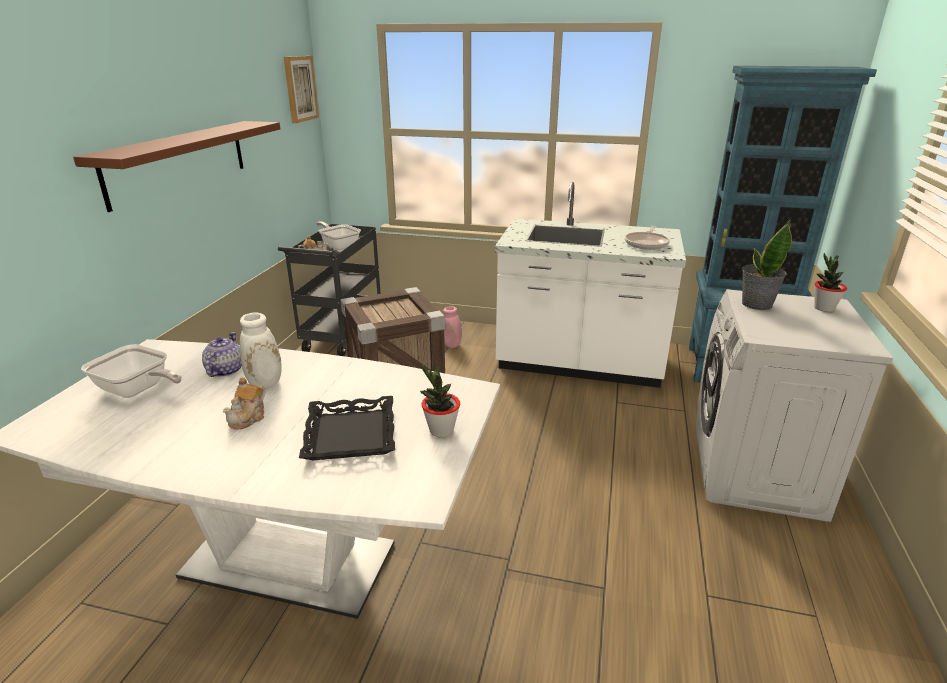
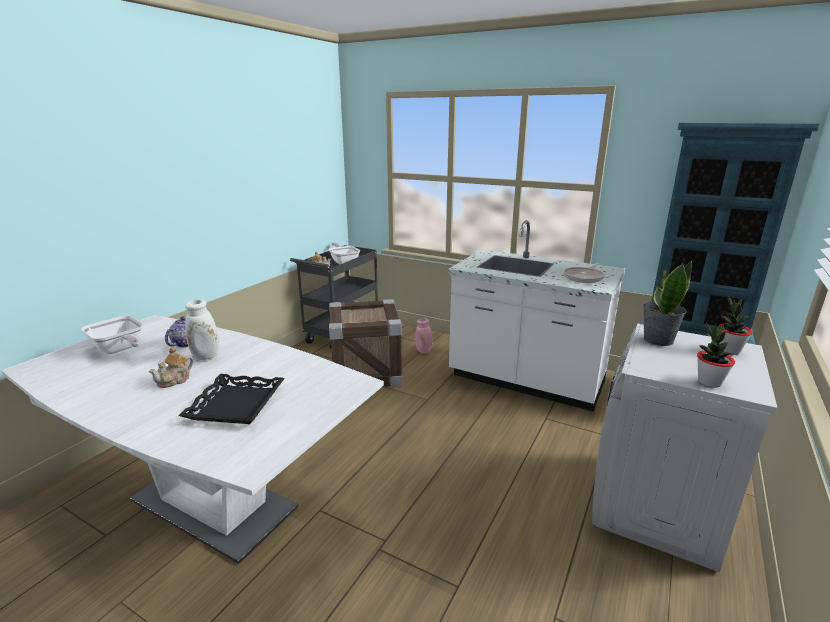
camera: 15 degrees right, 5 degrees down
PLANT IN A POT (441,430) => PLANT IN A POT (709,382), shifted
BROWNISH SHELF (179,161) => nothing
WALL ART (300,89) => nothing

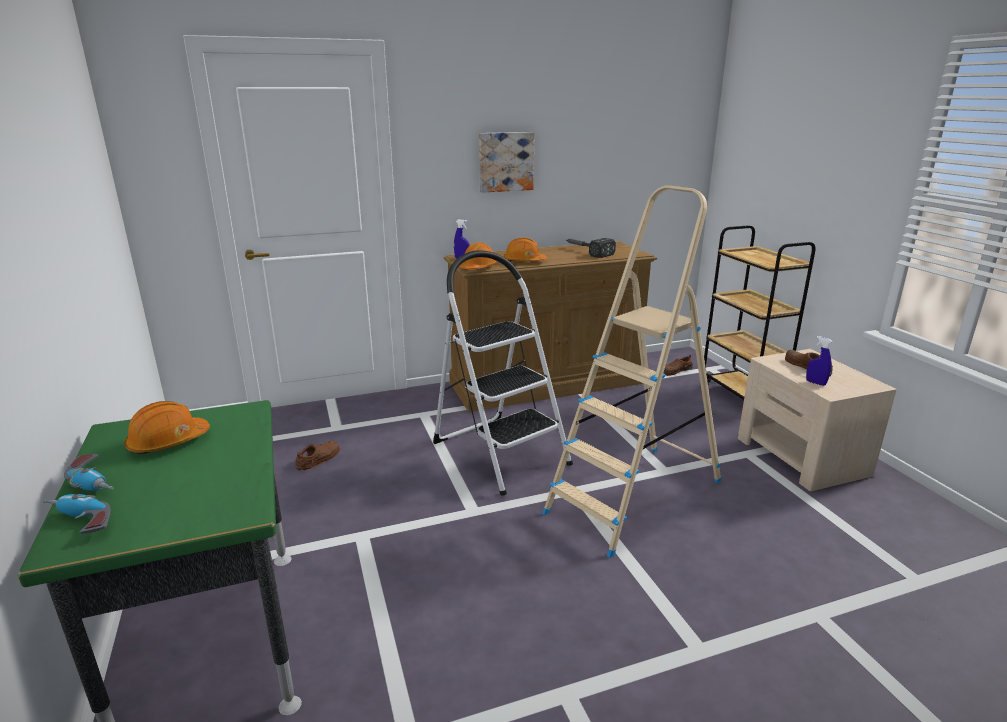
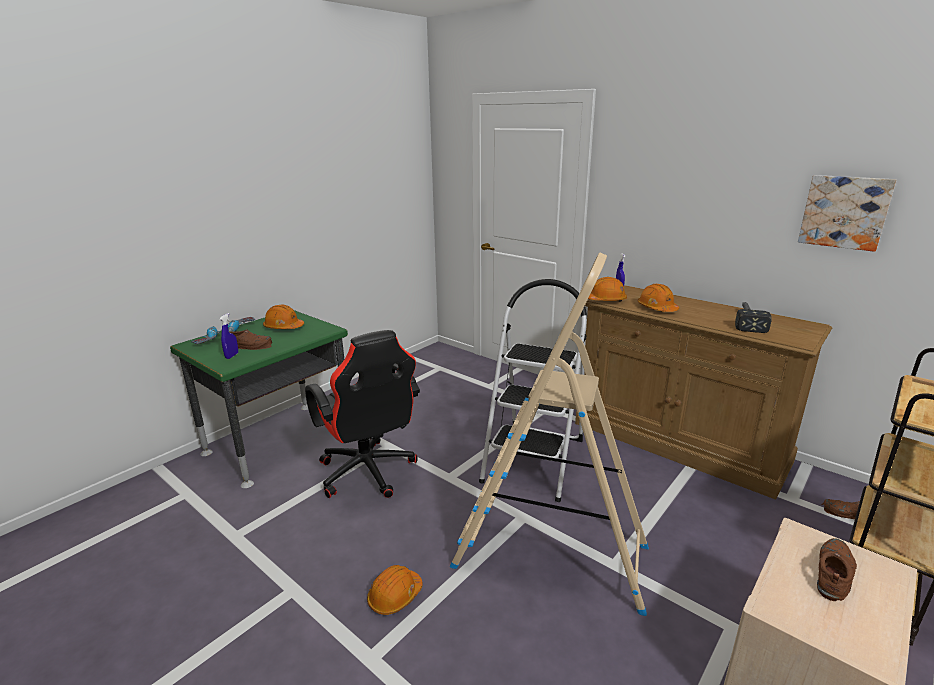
camera: 60 degrees right, 0 degrees up
BLUE-COLOURED SPRAY BOTTLE (815,383) => BLUE-COLOURED SPRAY BOTTLE (232,356), shifted
BROWNISH LOW SHOE (318,458) => BROWNISH LOW SHOE (249,345), shifted
nothing => BLACK COMPUTER CHAIR (369,476)
nothing => ORANGEY HARD HAT (395,596)
WALL ART (505,161) => WALL ART (845,212), shifted

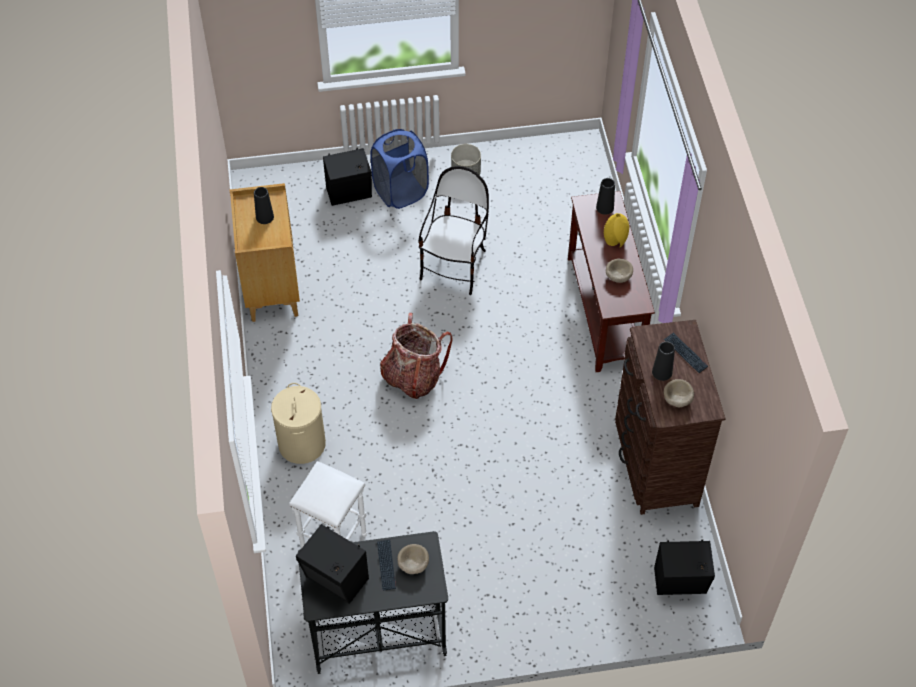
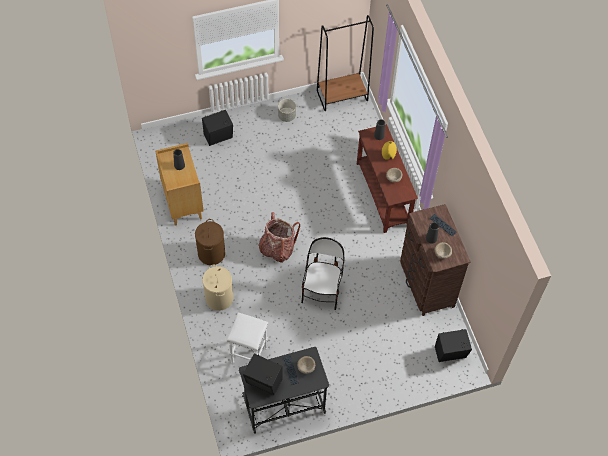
camera: 10 degrees left, 5 degrees up
nothing => BROWNISH WASHING BASKET (211,253)
UPRIGHT CHAIR (455,267) => UPRIGHT CHAIR (322,291), shifted
nothing => GARMENT STAND (342,96)
BLUE-COLOURED WASHING BASKET (400,192) => nothing

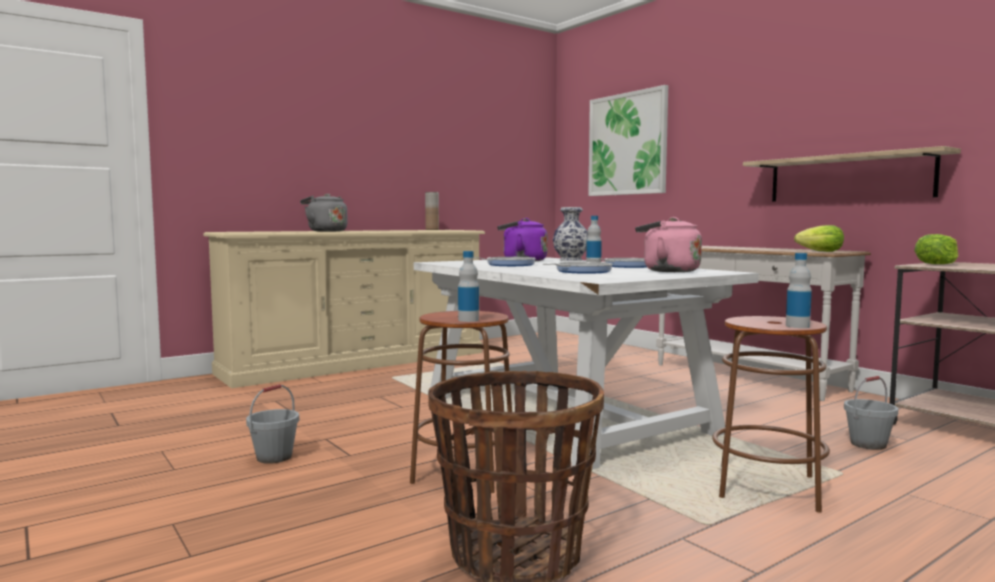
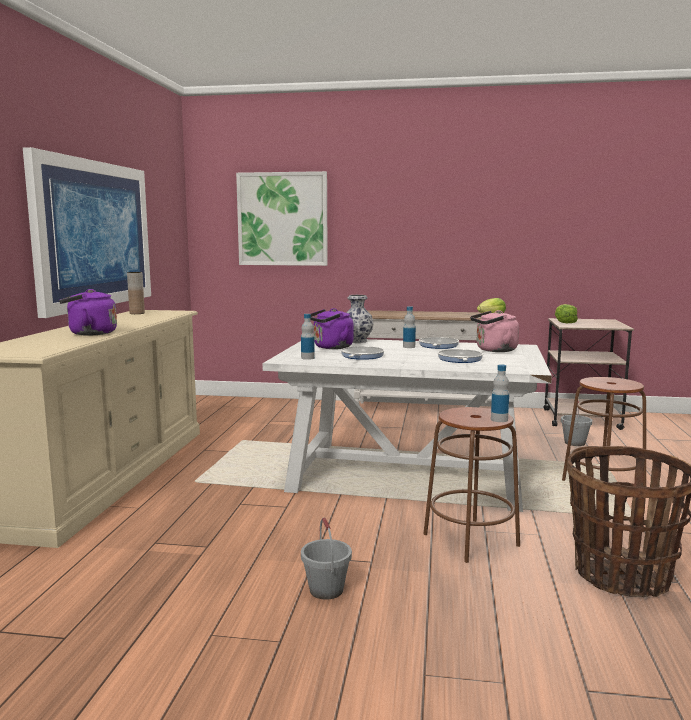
camera: 45 degrees left, 5 degrees up
nothing => WALL ART (94,234)
GREYISH WATER KETTLE (325,231) => PURPLE WATER KETTLE (89,333)
BOTTLE (797,326) => BOTTLE (307,358), shifted
SHELF (848,178) => nothing

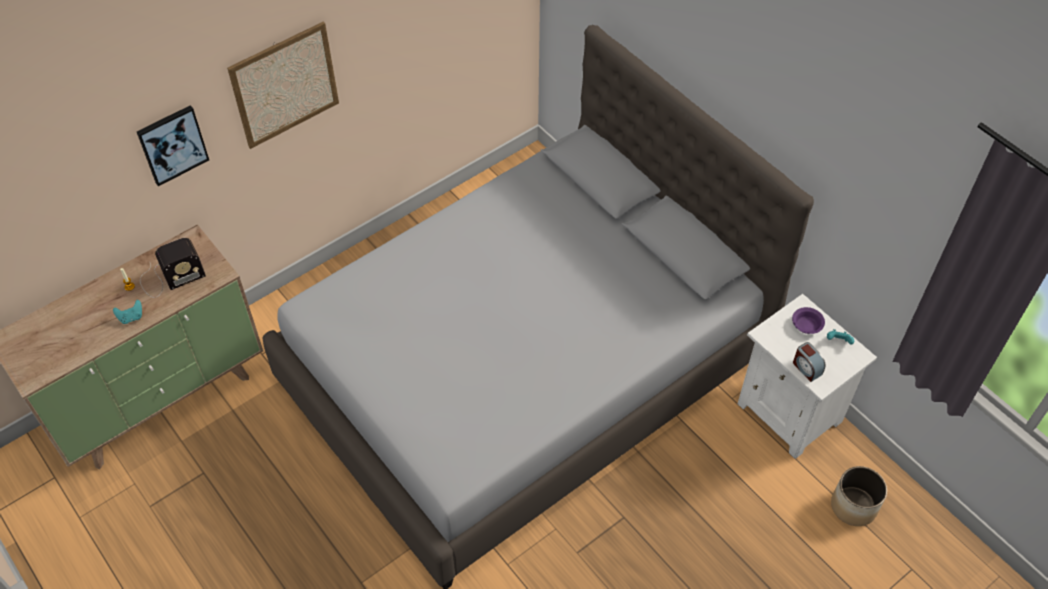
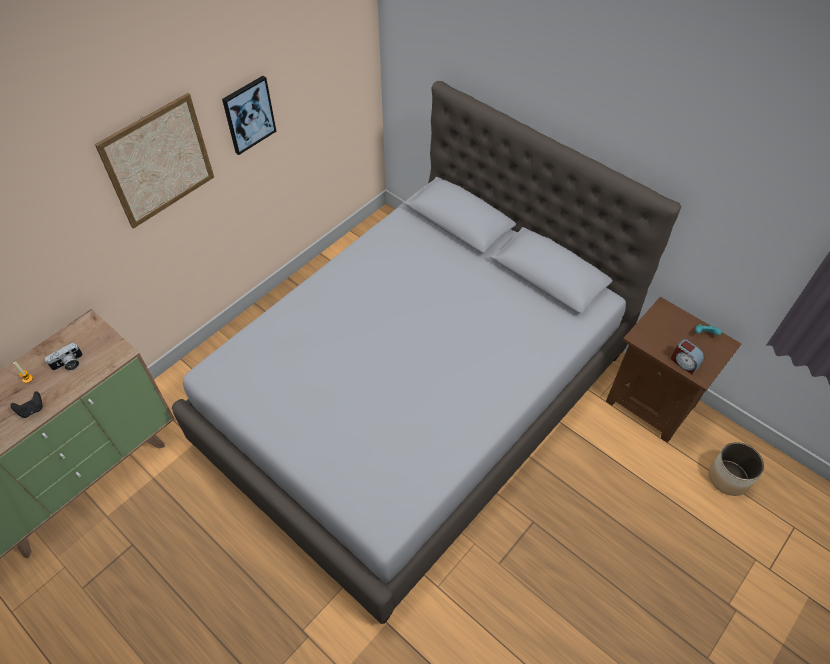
camera: 10 degrees left, 0 degrees up
BLUE-GREEN GAME CONTROLLER (131,317) => BLACK GAME CONTROLLER (32,410)
RADIO SET (170,277) => STILL CAMERA (68,364)
WALL ART (172,144) => WALL ART (248,114), shifted
WHITE NIGHTSTAND (788,415) => BROWNISH NIGHTSTAND (651,404)
PURPLE DEEP DISH (806,325) => nothing

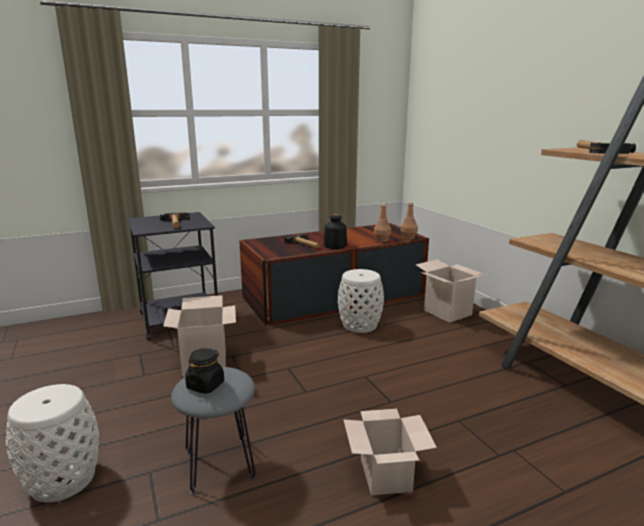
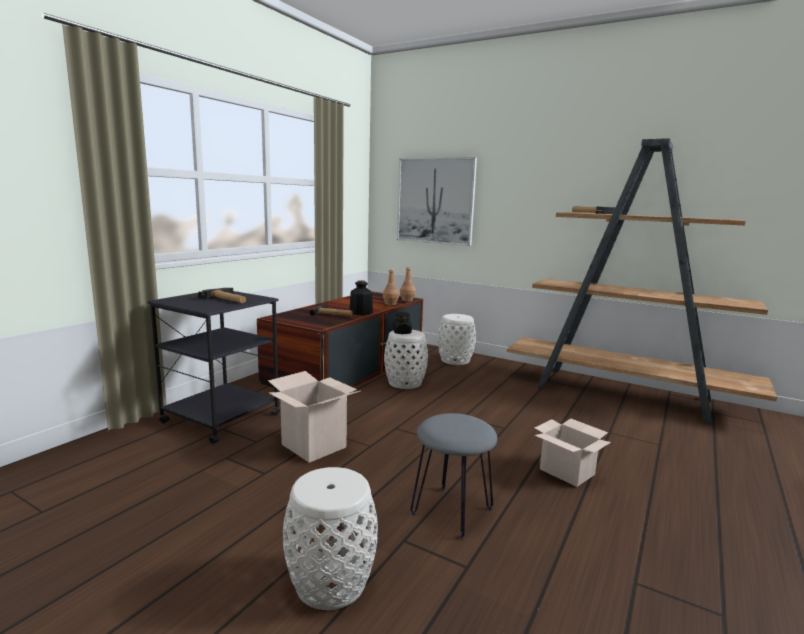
camera: 35 degrees left, 5 degrees down
BLACK PRESERVE JAR (205,385) => BLACK PRESERVE JAR (402,332), shifted
nothing => WALL ART (435,201)
PACKING BOX (447,312) => WHITE STOOL (455,360)

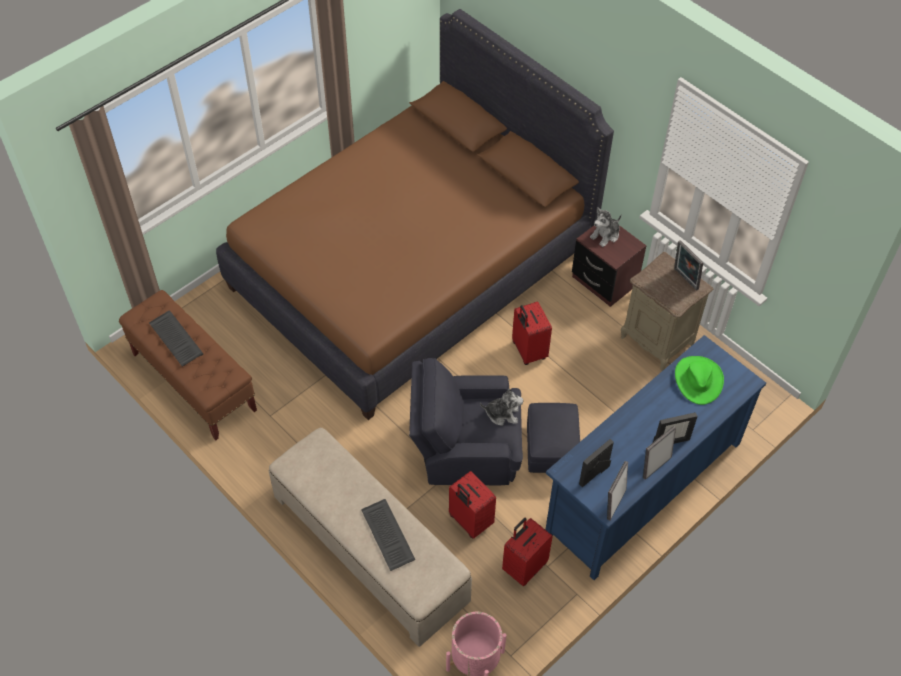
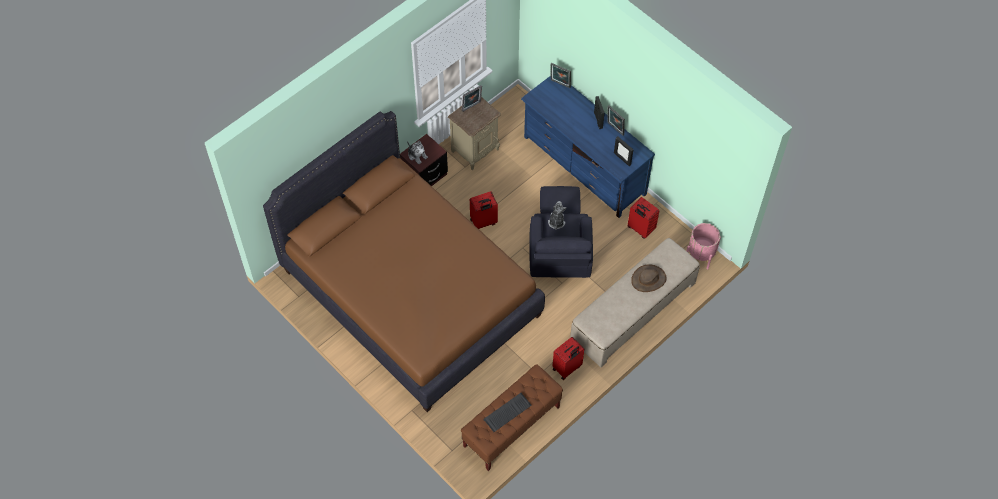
camera: 90 degrees left, 5 degrees up
STANDING FRAME (614,503) => STANDING FRAME (560,84), shifted
RED TRAVEL CASE (469,521) => RED TRAVEL CASE (567,368), shifted
COMPUTER KEYBOARD (386,535) => BROWNISH WEARABLE HAT (648,279)
GREEN WEARABLE HAT (698,380) => nothing

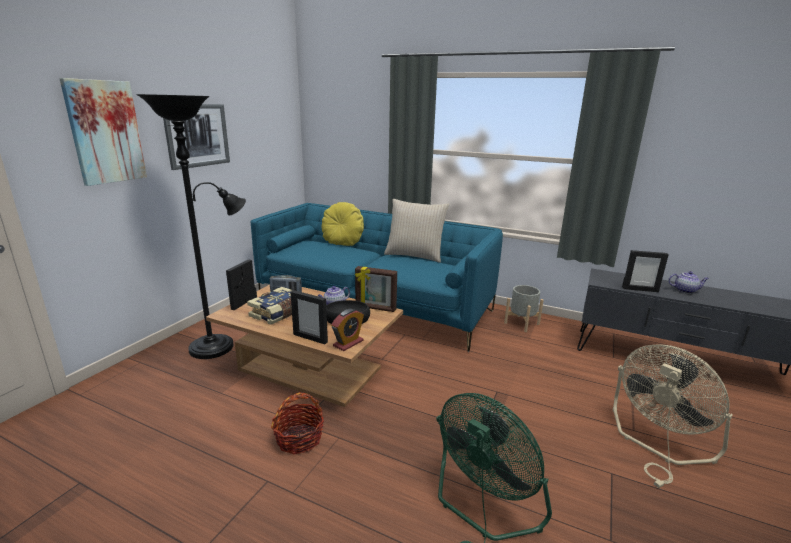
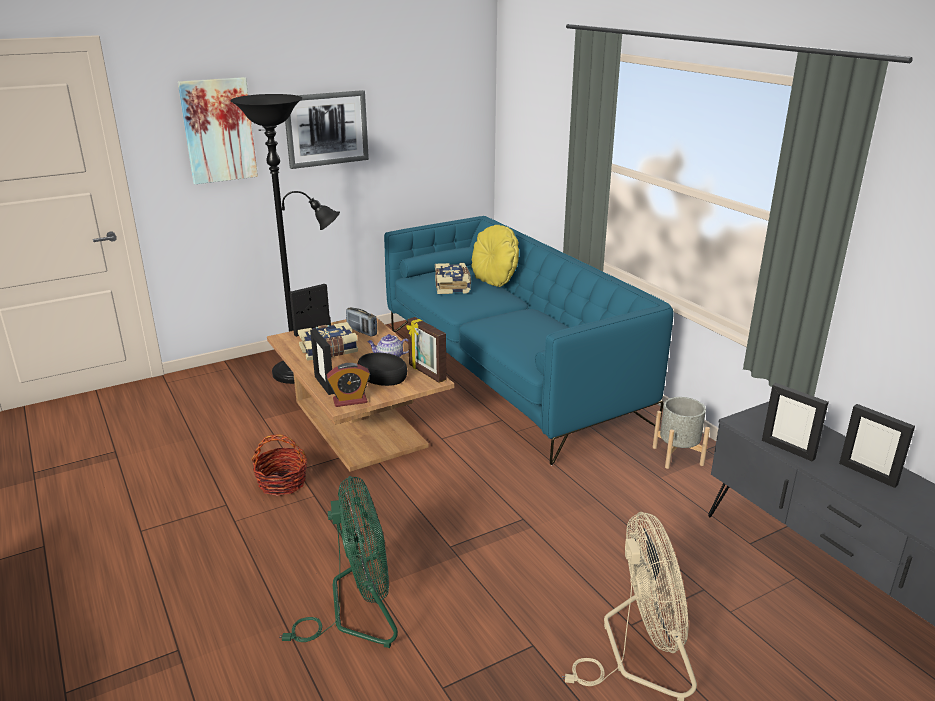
camera: 35 degrees right, 5 degrees up
nothing => VOLUME (453,286)
TEA POT (685,290) => STANDING FRAME (868,473)
BEIGE-COLOURED THROW PILLOW (414,255) => nothing

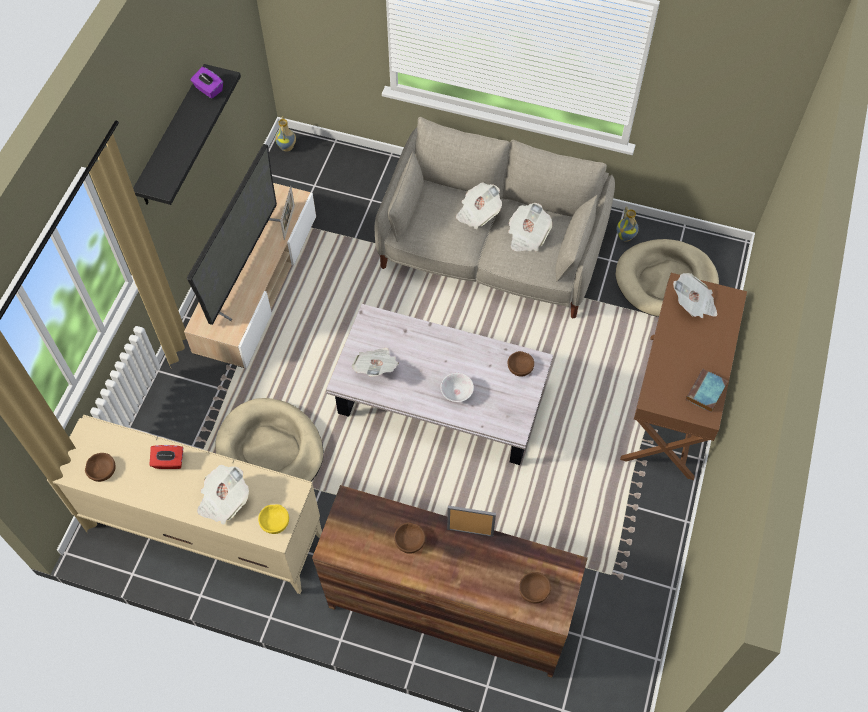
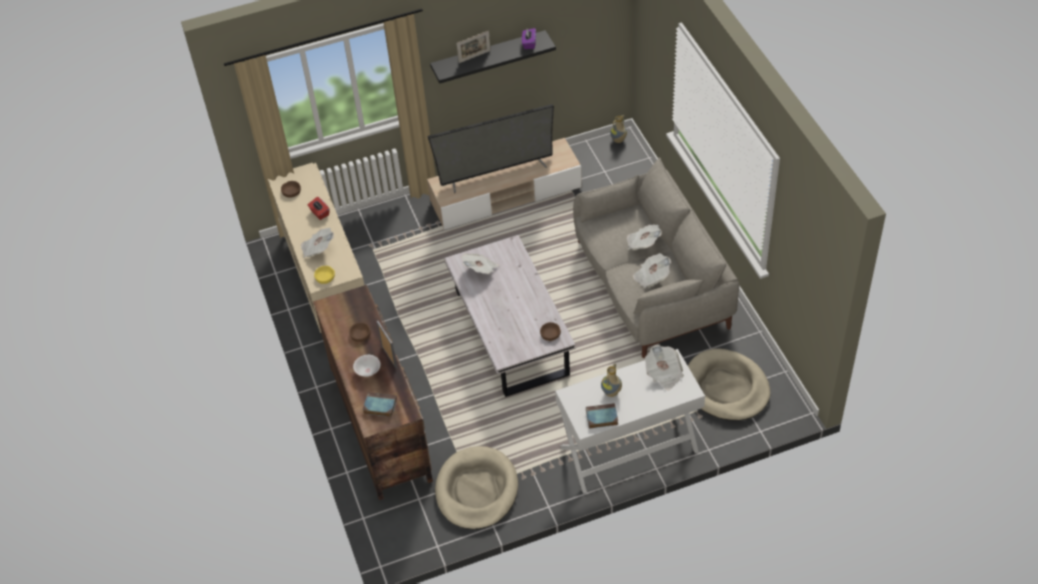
camera: 55 degrees right, 10 degrees down
WHITE DEEP DISH (456,393) => WHITE DEEP DISH (367,371), shifted
BROWNISH DEEP DISH (534,589) => VOLUME (379,406)
BEIGE-COLOURED DOG BED (270,450) => BEIGE-COLOURED DOG BED (476,490), shifted
STANDING FRAME (289,222) => STANDING FRAME (474,57), shifted
BROWNISH NARROW TABLE (672,405) => WHITE NARROW TABLE (629,449)
FLOWER VASE (626,237) => FLOWER VASE (612,393), shifted

